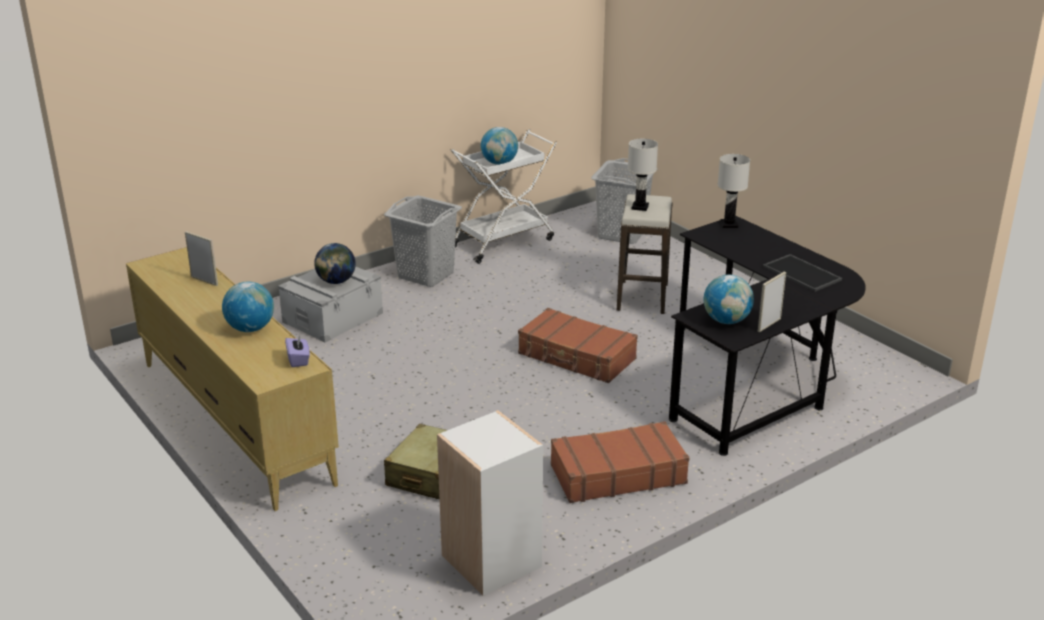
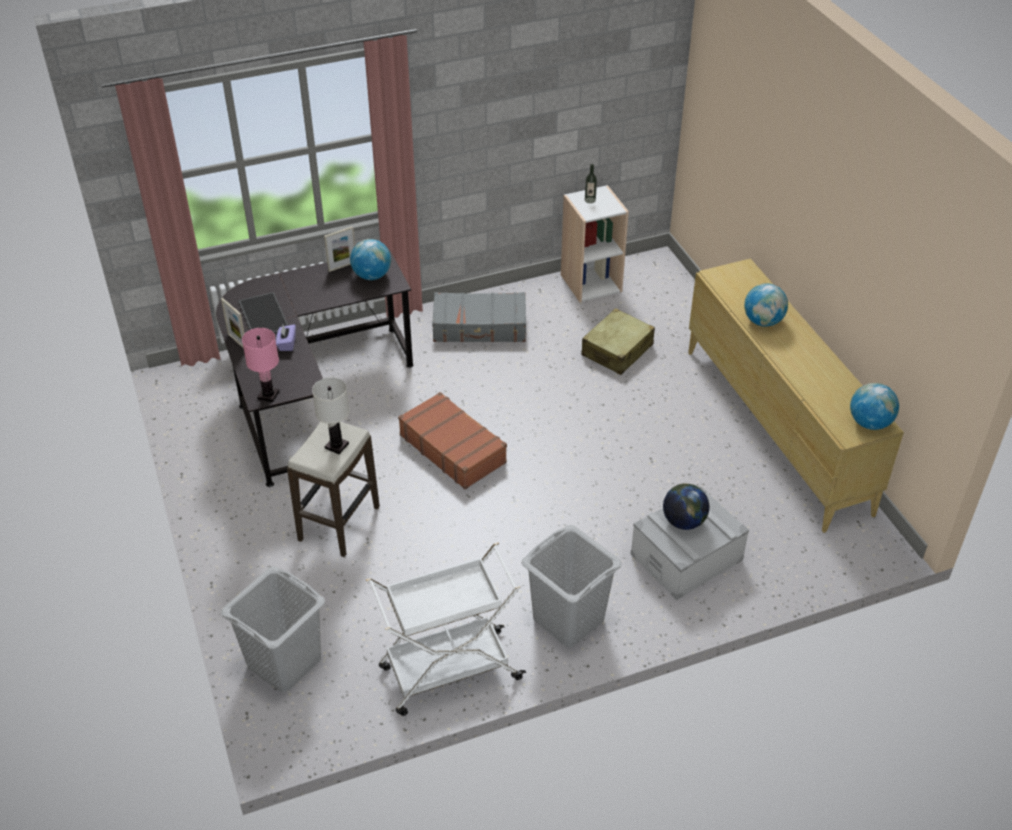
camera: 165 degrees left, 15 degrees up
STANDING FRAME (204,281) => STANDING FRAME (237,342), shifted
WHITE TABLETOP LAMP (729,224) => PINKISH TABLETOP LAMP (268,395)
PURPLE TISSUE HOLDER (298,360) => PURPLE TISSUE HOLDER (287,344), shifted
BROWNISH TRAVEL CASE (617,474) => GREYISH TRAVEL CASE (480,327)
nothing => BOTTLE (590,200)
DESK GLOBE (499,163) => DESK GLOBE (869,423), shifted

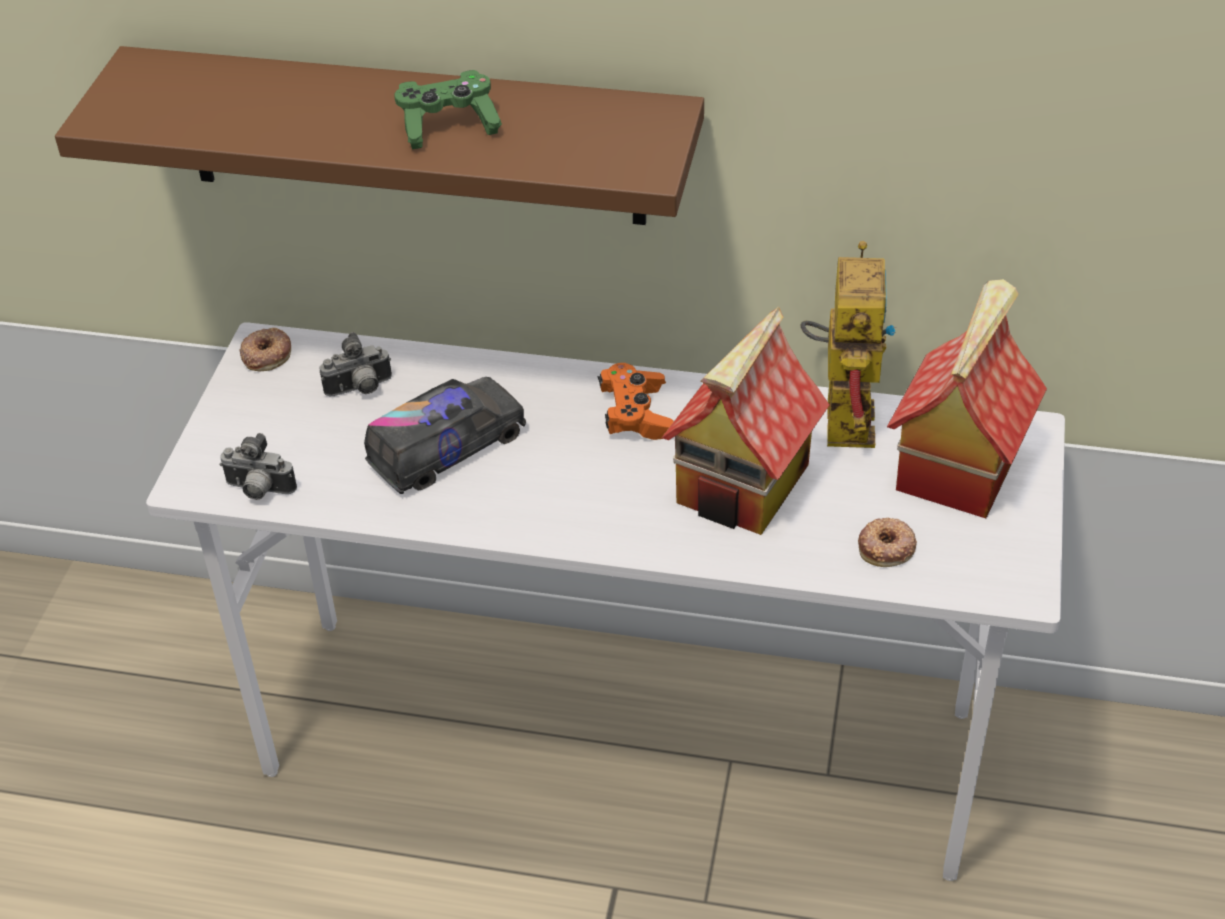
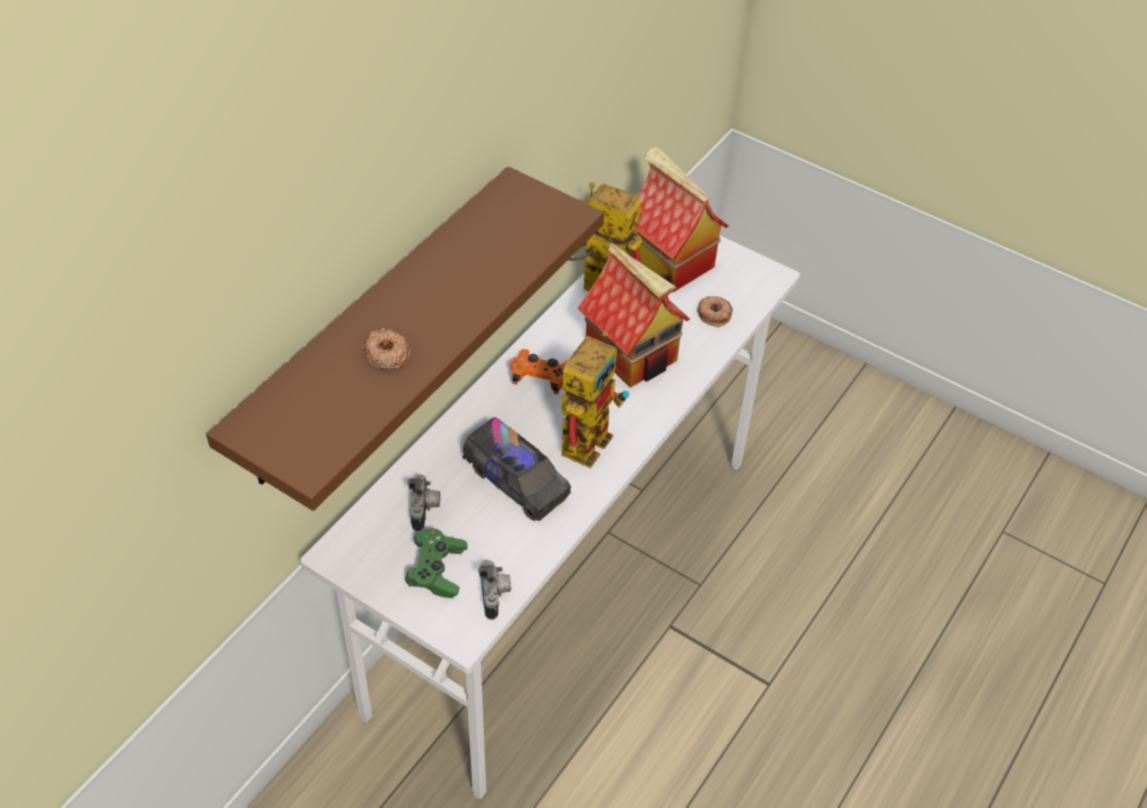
camera: 70 degrees left, 5 degrees up
DOUGHNUT (266,354) => DOUGHNUT (386,353), shifted
GREEN GAME CONTROLLER (448,125) => GREEN GAME CONTROLLER (437,571), shifted
MODEL TRUCK (447,449) => MODEL TRUCK (516,481), 150 degrees clockwise
STILL CAMERA (258,491) => STILL CAMERA (495,596), 45 degrees counterclockwise
nothing => ROBOT FIGURE (588,435)

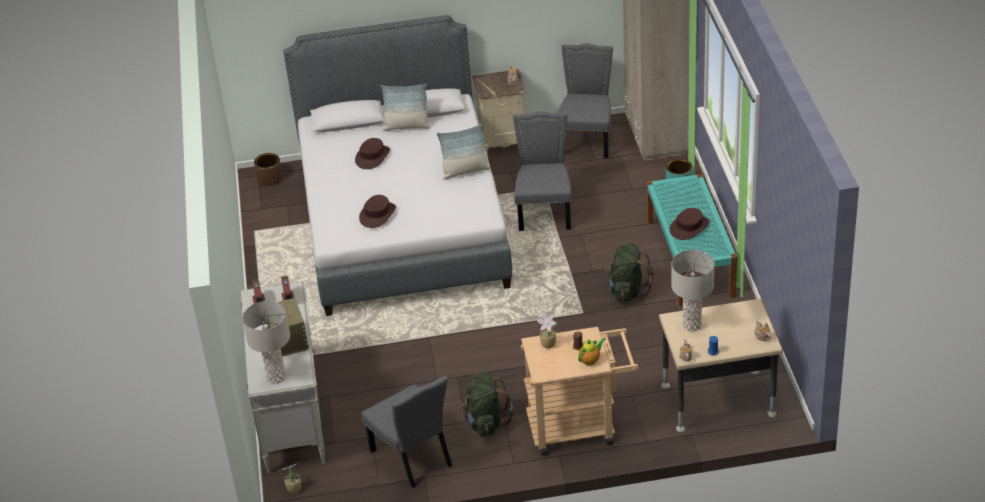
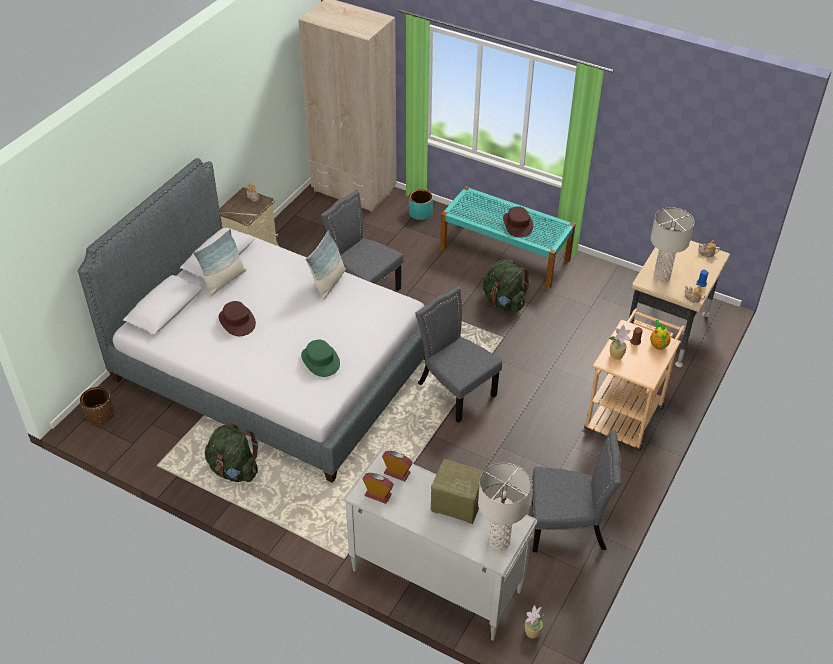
camera: 55 degrees left, 5 degrees up
GREEN RUCKSACK (486,422) => GREEN RUCKSACK (234,470), shifted
BROWNISH WEARABLE HAT (377,214) => GREEN WEARABLE HAT (320,360)
GREYISH UPRIGHT CHAIR (587,141) => GREYISH UPRIGHT CHAIR (456,392), shifted

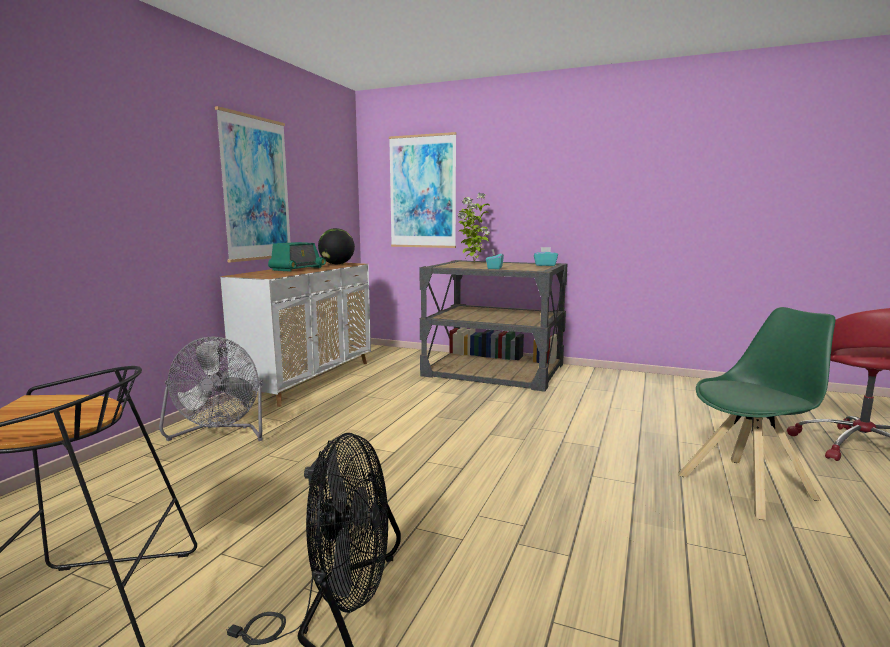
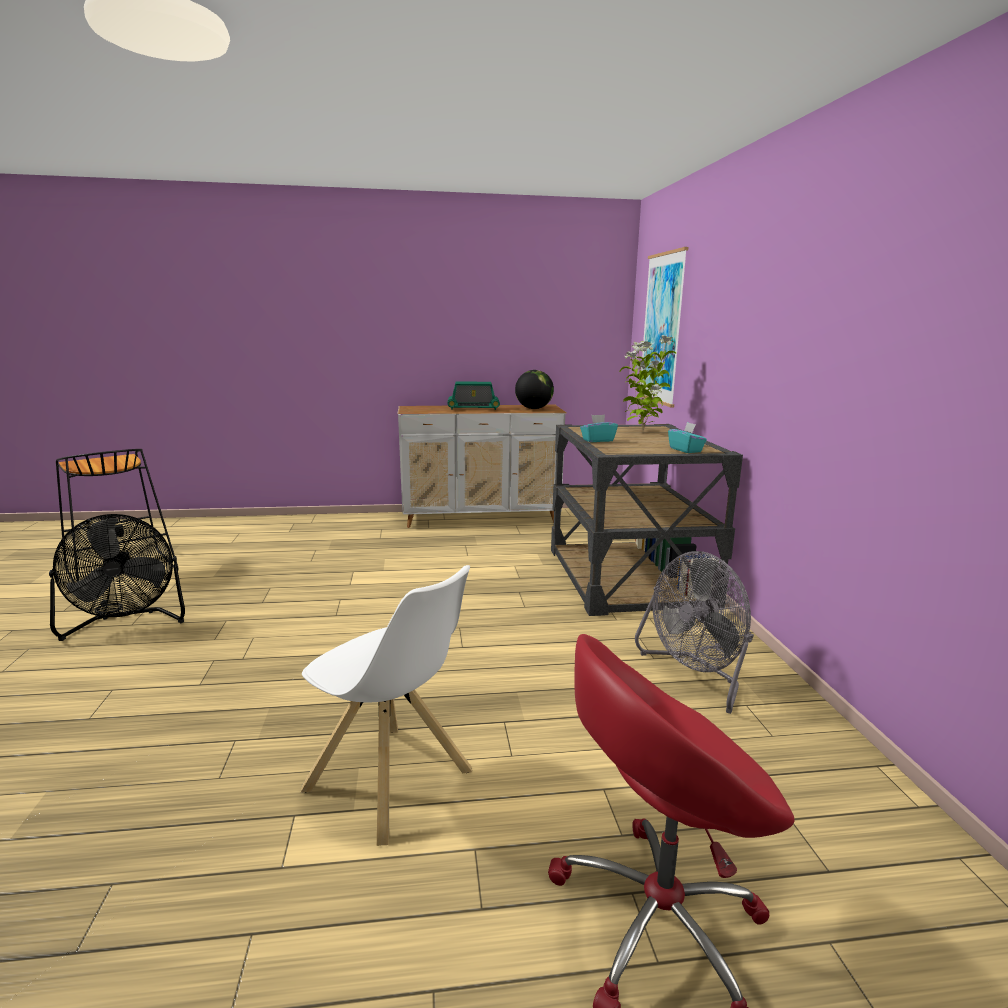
camera: 60 degrees right, 5 degrees up
GREEN UPRIGHT CHAIR (749,486) => WHITE UPRIGHT CHAIR (392,782)
GREYISH ELECTRIC FAN (219,432) => GREYISH ELECTRIC FAN (696,673), shifted
WALL ART (256,189) => nothing

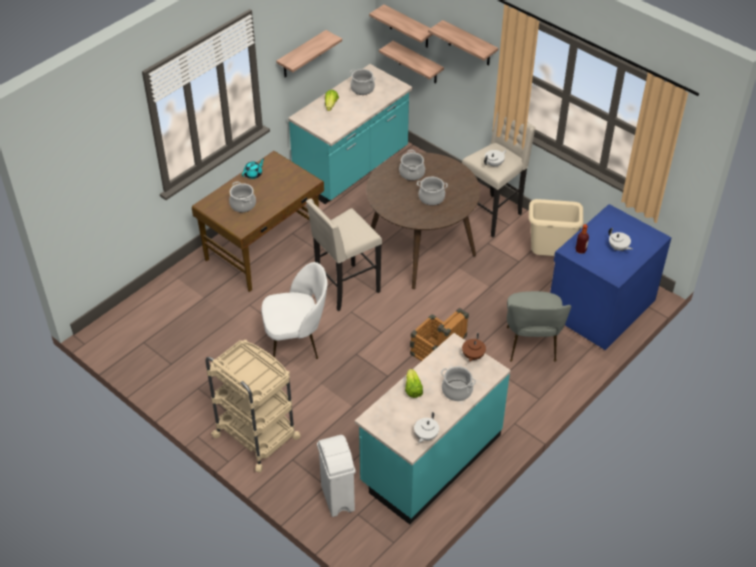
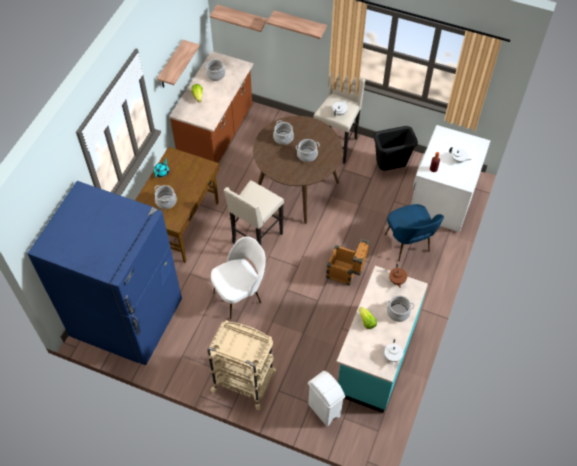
camera: 20 degrees left, 10 degrees up
nothing => BLUE-COLOURED FRIDGE (127,317)
BLUE-GREEN COUNTER (352,168) => BROWNISH COUNTER (217,135)
BEIGE-COLOURED RUBBISH BIN (549,256) => BLACK RUBBISH BIN (391,167)
GREYISH UPRIGHT CHAIR (531,348) => BLUE-COLOURED UPRIGHT CHAIR (408,246)
BLUE-COLOURED LAUNDRY APPLIANCE (598,308) => WHITE LAUNDRY APPLIANCE (441,200)
SHELF (418,63) => nothing

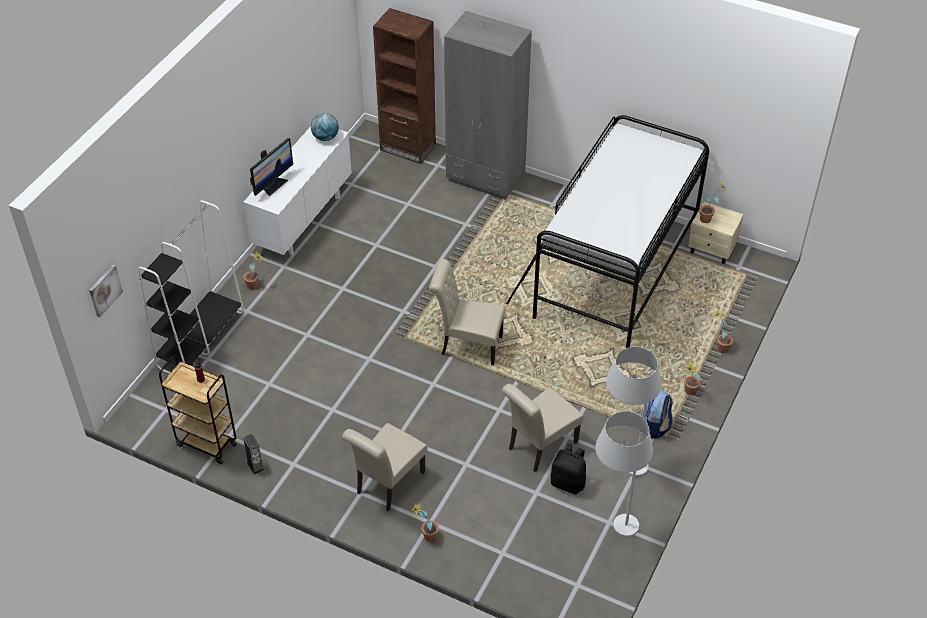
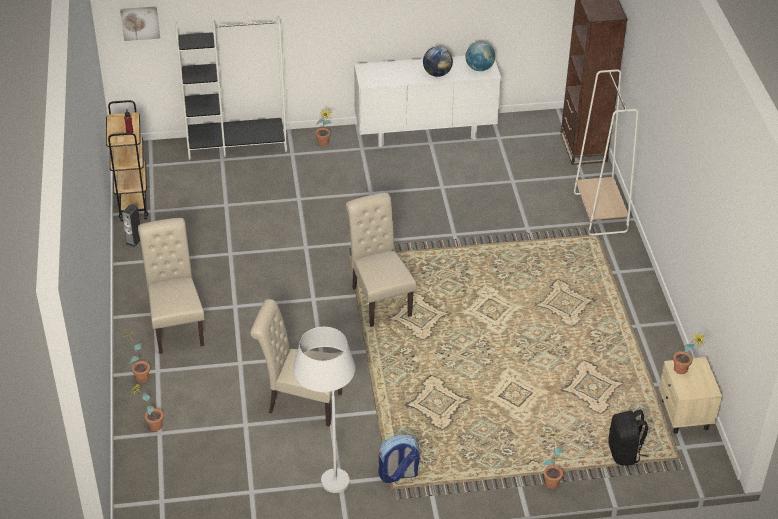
camera: 55 degrees right, 5 degrees down
PLANT IN A POT (688,393) => PLANT IN A POT (151,425), shifted
BEIGE-COLOURED UPRIGHT CHAIR (387,485) => BEIGE-COLOURED UPRIGHT CHAIR (176,325), 75 degrees clockwise
nothing => DESK GLOBE (437,73)
GREYISH CLOTHES CUPBOARD (486,179) => GARMENT STAND (600,213)
BLACK RUCKSACK (568,482) => BLACK RUCKSACK (624,453), shifted
COMPUTER DISPLAY (273,185) => nothing
BLACK BEDROOM BED (613,274) => nothing
WHITE FLOOR LAMP (612,530) => nothing

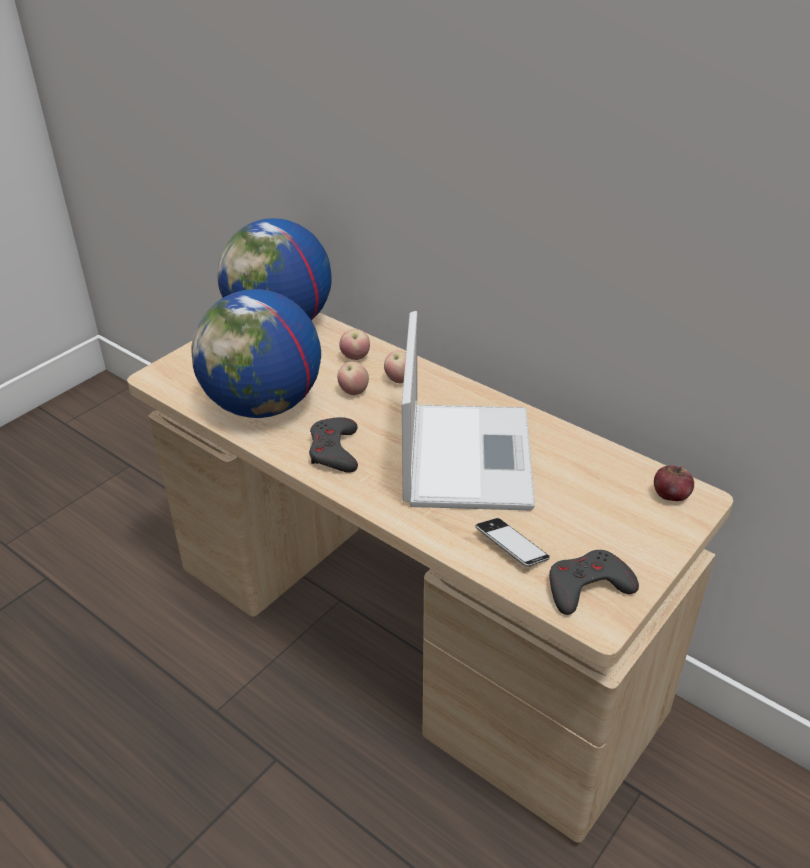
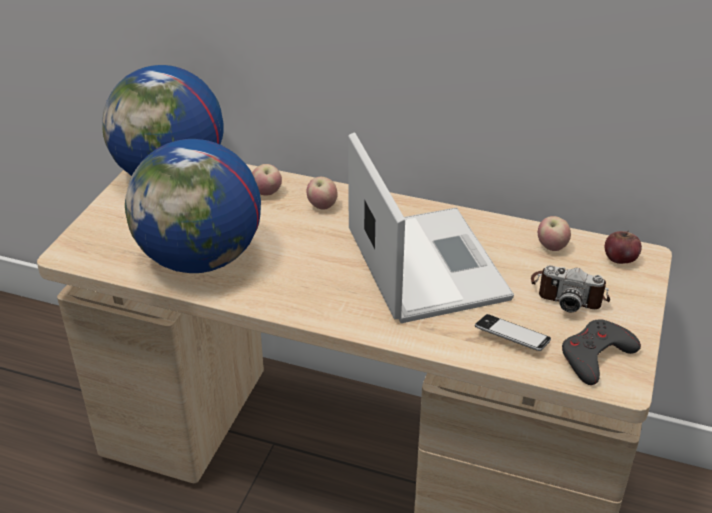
camera: 20 degrees left, 0 degrees up
nothing => STILL CAMERA (569,293)
WHOLE APPLE (353,391) => WHOLE APPLE (551,247), shifted
GREYISH GAME CONTROLLER (334,451) => nothing

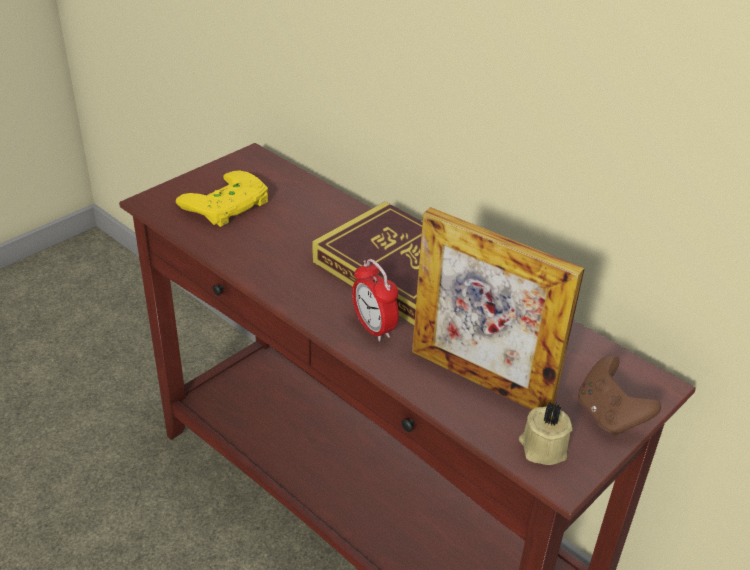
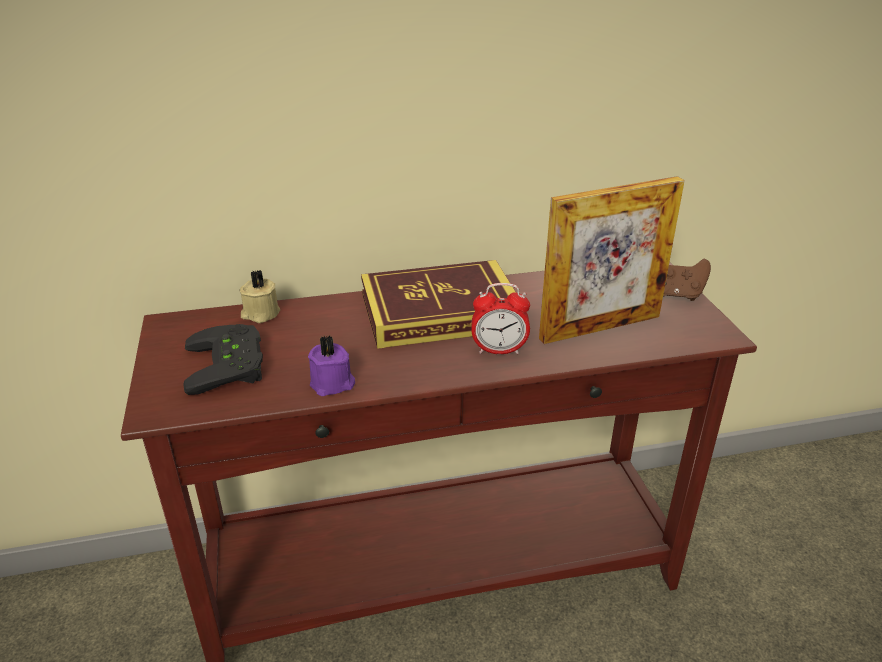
camera: 55 degrees left, 5 degrees down
YELLOWISH GAME CONTROLLER (228,206) => BLACK GAME CONTROLLER (232,364)
BEIGE-COLOURED WAX CANDLE (542,448) => BEIGE-COLOURED WAX CANDLE (260,314), shifted
nothing => PURPLE WAX CANDLE (333,384)

